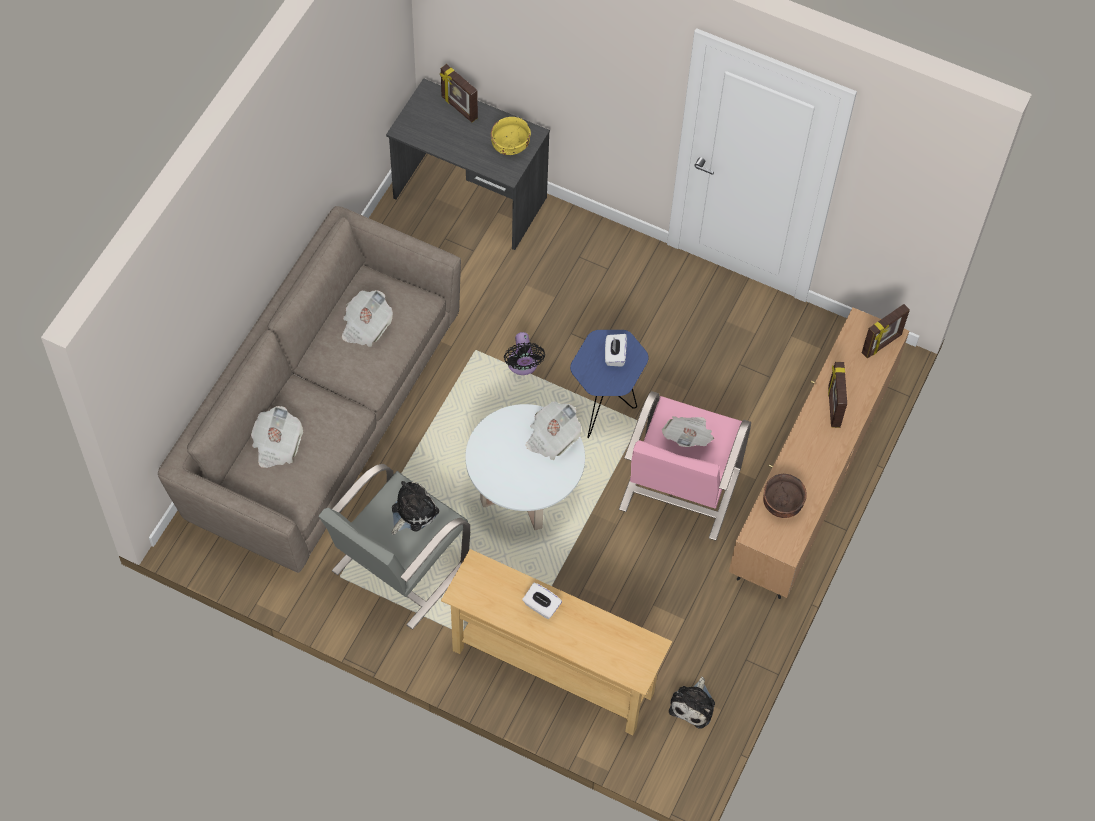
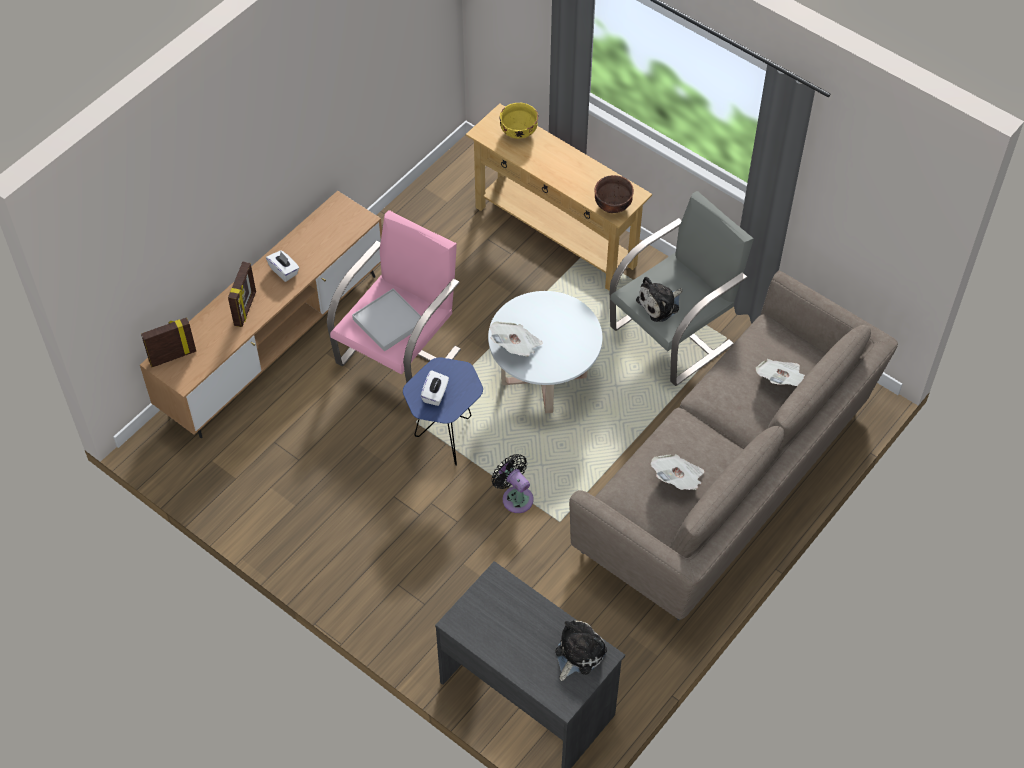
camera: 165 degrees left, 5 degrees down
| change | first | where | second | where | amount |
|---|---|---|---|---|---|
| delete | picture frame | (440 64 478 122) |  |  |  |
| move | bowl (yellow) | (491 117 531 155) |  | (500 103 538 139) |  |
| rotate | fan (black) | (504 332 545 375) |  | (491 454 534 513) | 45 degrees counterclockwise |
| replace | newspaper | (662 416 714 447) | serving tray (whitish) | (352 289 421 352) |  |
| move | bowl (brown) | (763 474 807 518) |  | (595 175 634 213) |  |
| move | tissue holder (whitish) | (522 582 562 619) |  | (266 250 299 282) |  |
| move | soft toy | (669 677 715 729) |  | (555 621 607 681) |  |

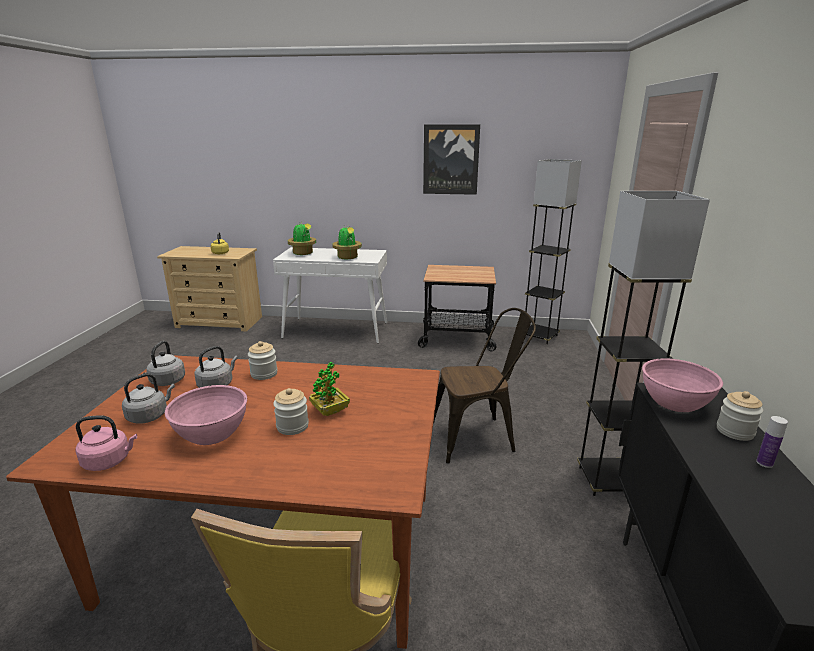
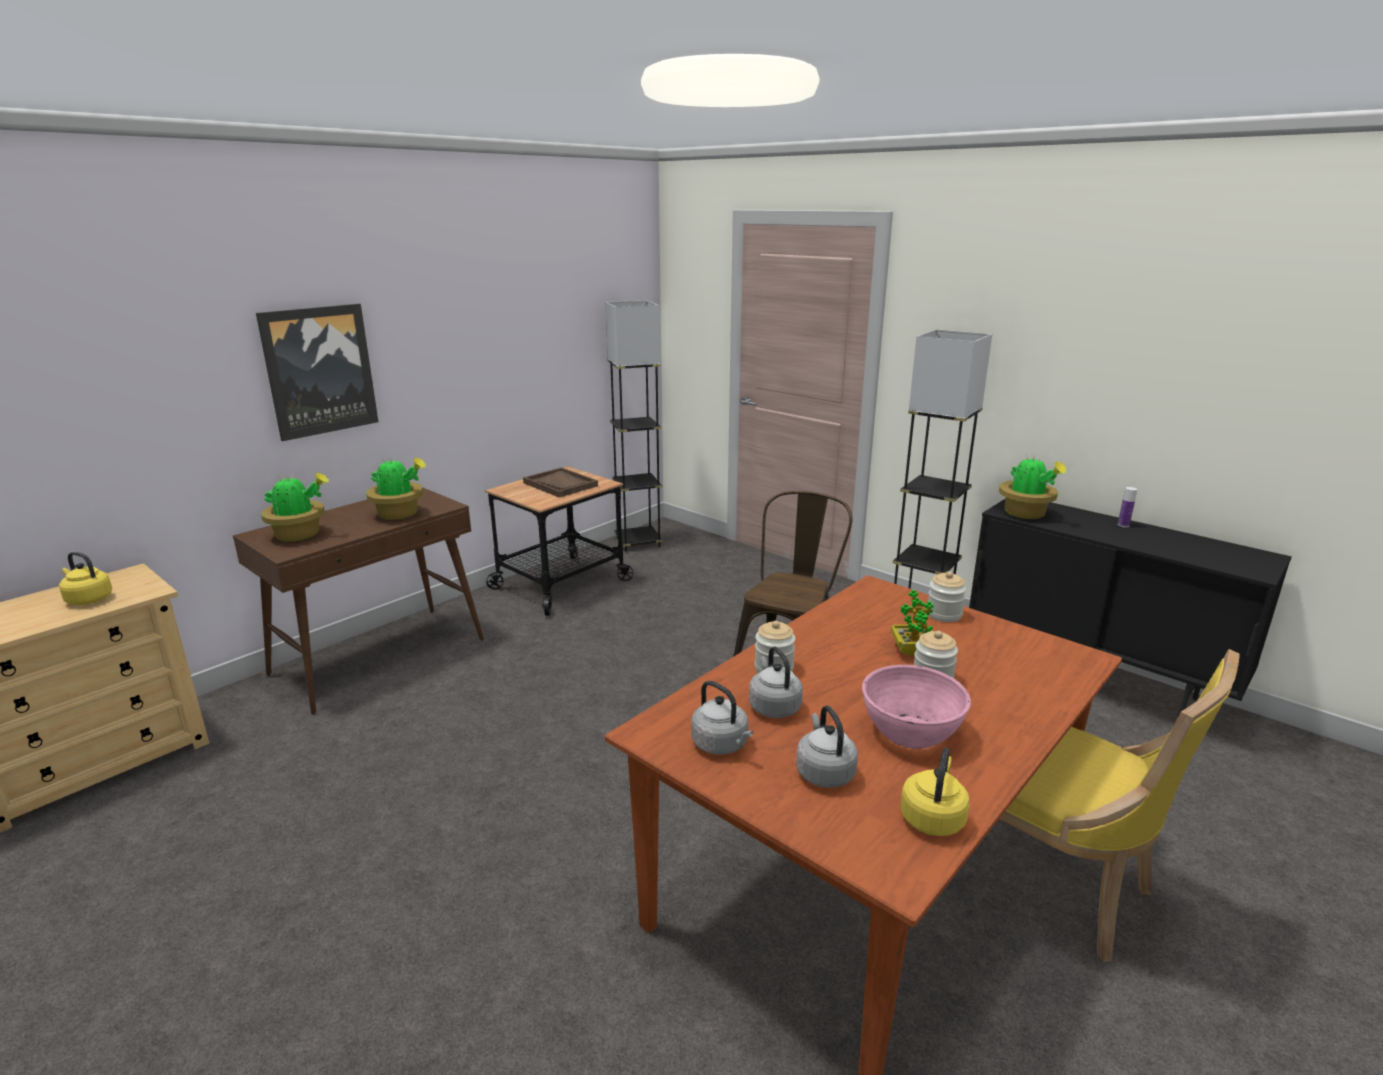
camera: 55 degrees left, 0 degrees up
| change | first | where | second | where | amount |
|---|---|---|---|---|---|
| move | wall picture | (423 124 480 195) |  | (256 304 378 441) |  |
| recolor | hall table (whitish) | (273 247 387 343) | hall table (brown) | (233 487 484 714) |  |
| replace | bowl (pink) | (642 358 723 412) | potted plant | (999 454 1067 519) |  |
| move | storage jar | (717 391 763 441) |  | (928 571 966 622) |  |
| recolor | kettle (pink) | (75 415 137 471) | kettle (yellow) | (901 748 970 836) |  |
| insert |  |  | serving tray (brown) | (523 467 598 497) |  |

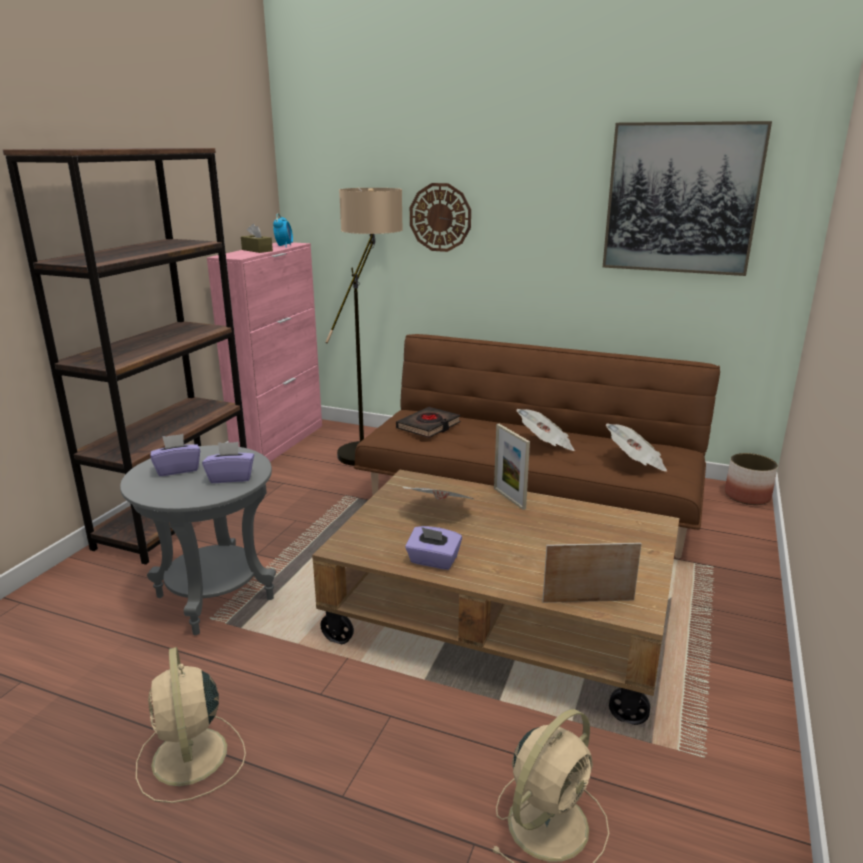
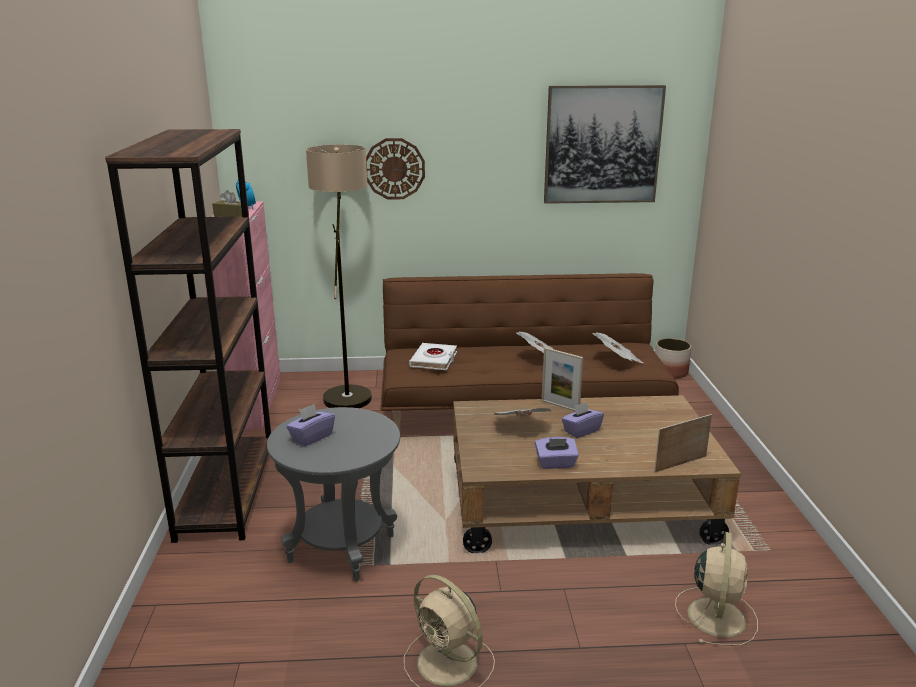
camera: 25 degrees left, 0 degrees up
| change | first | where | second | where | amount |
|---|---|---|---|---|---|
| recolor | book (black) | (396 407 461 438) | book (whitish) | (409 343 457 370) |  |
| move | tissue holder (purple) | (202 442 254 483) |  | (562 402 604 438) |  |

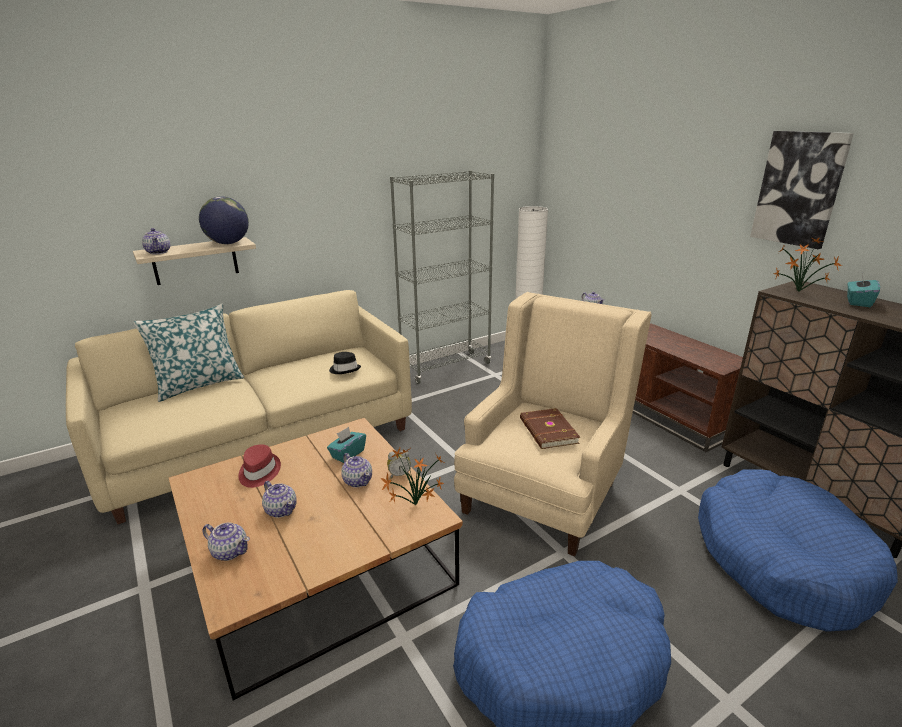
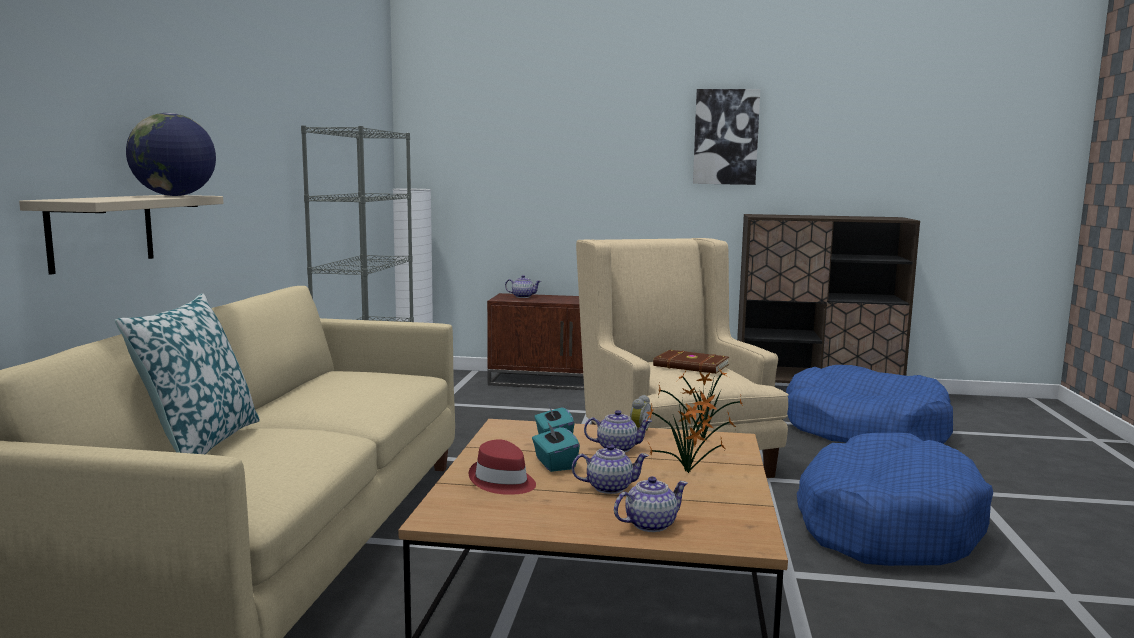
camera: 50 degrees left, 15 degrees down
| change | first | where | second | where | amount |
|---|---|---|---|---|---|
| delete | teapot | (142 228 171 254) |  |  |  |
| move | potted plant | (774 237 842 291) |  | (646 387 736 473) |  |
| move | tissue holder (turquoise-coloured) | (847 272 880 307) |  | (532 421 580 472) |  |
| delete | wearable hat (black) | (329 352 361 374) |  |  |  |

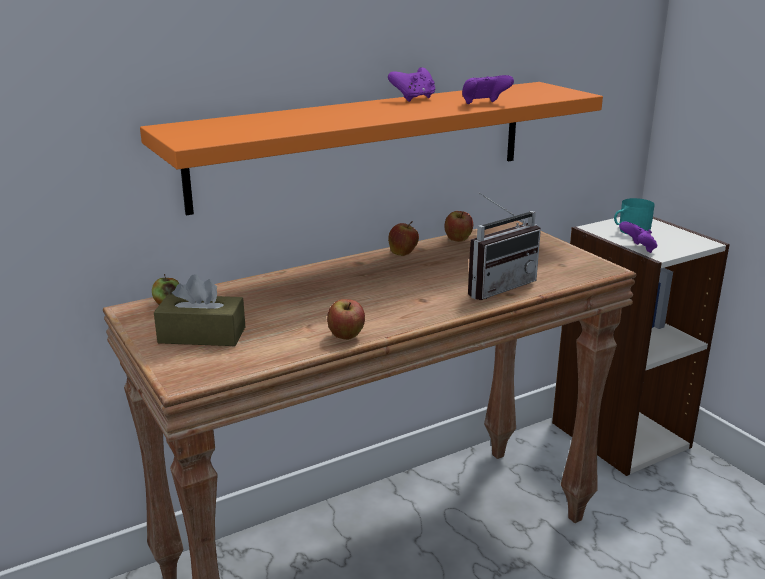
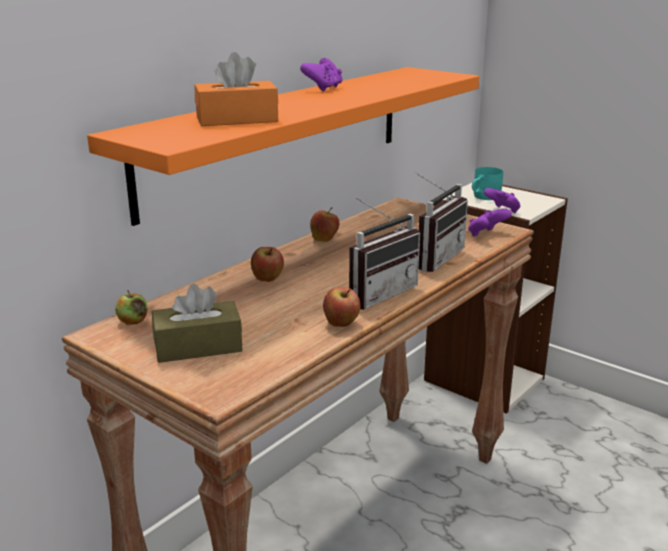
camera: 20 degrees left, 0 degrees up
| change | first | where | second | where | amount |
|---|---|---|---|---|---|
| move | gamepad (purple) | (462 75 514 104) |  | (468 209 512 237) |  |
| move | apple fruit | (444 211 473 242) |  | (251 247 284 282) |  |
| insert |  |  | tissue holder (orangey) | (195 52 278 126) |  |
| insert |  |  | radio receiver | (349 197 420 310) |  |

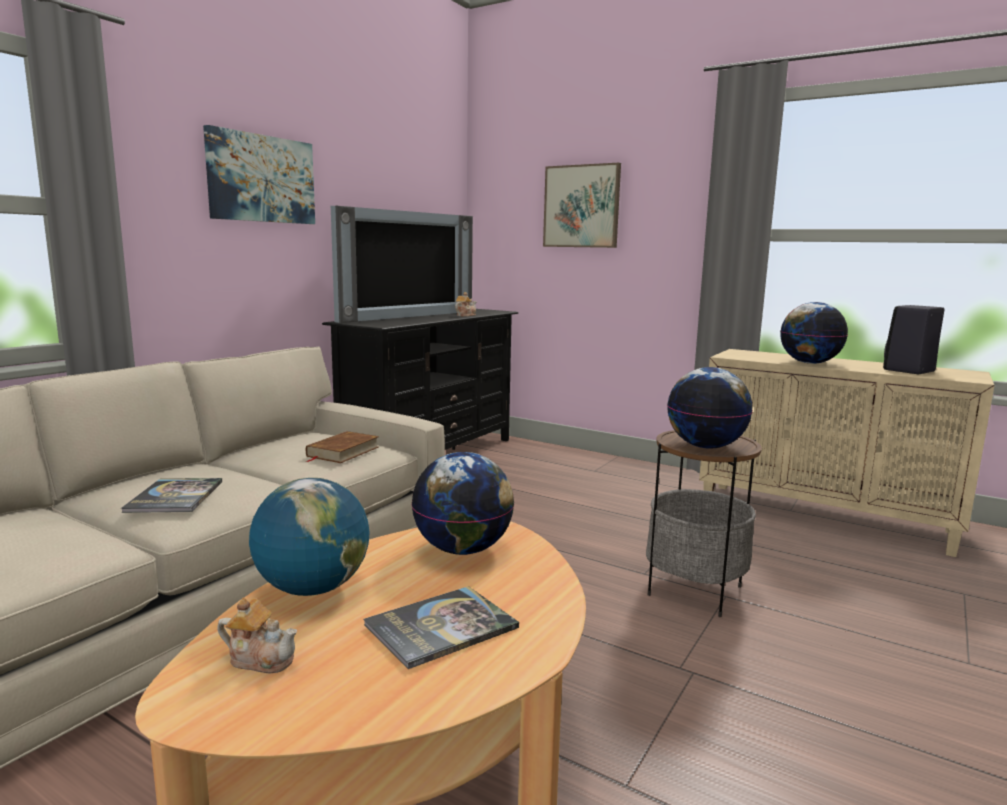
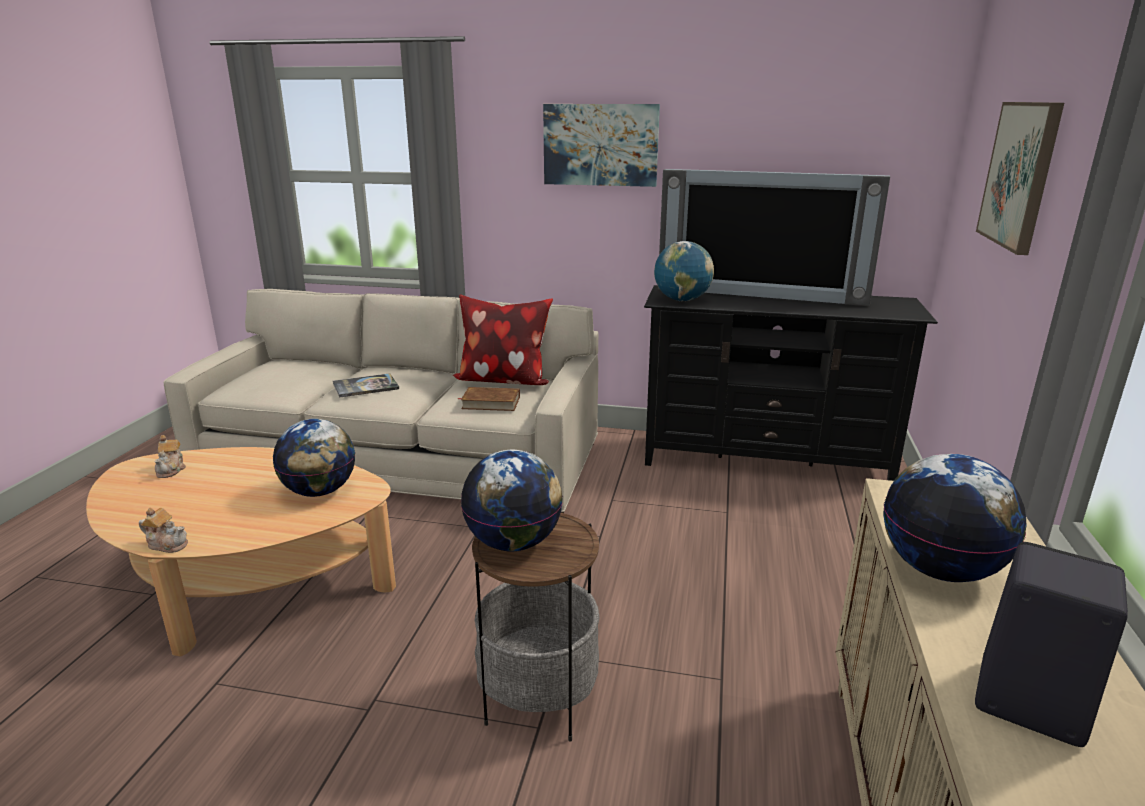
camera: 70 degrees right, 10 degrees up
| change | first | where | second | where | amount |
|---|---|---|---|---|---|
| move | teapot | (455 292 477 317) |  | (139 508 188 553) |  |
| move | desk globe | (249 478 370 596) |  | (654 241 714 301) |  |
| delete | book | (364 586 519 669) |  |  |  |
| insert |  |  | pillow | (453 294 553 385) |  |

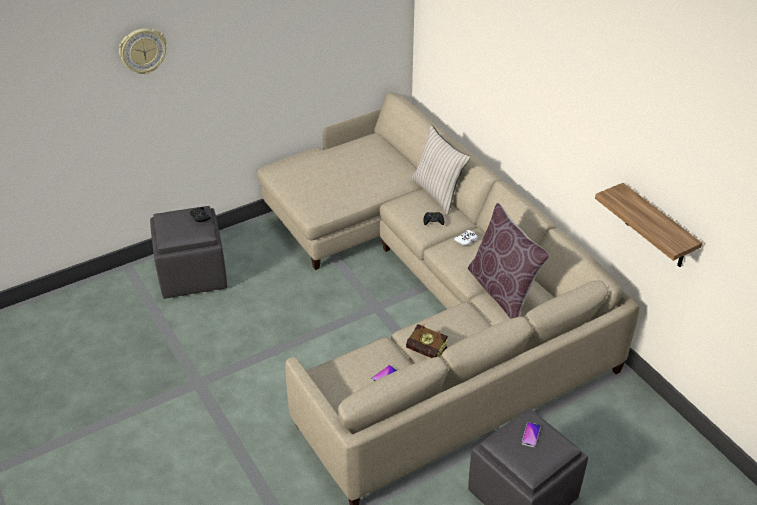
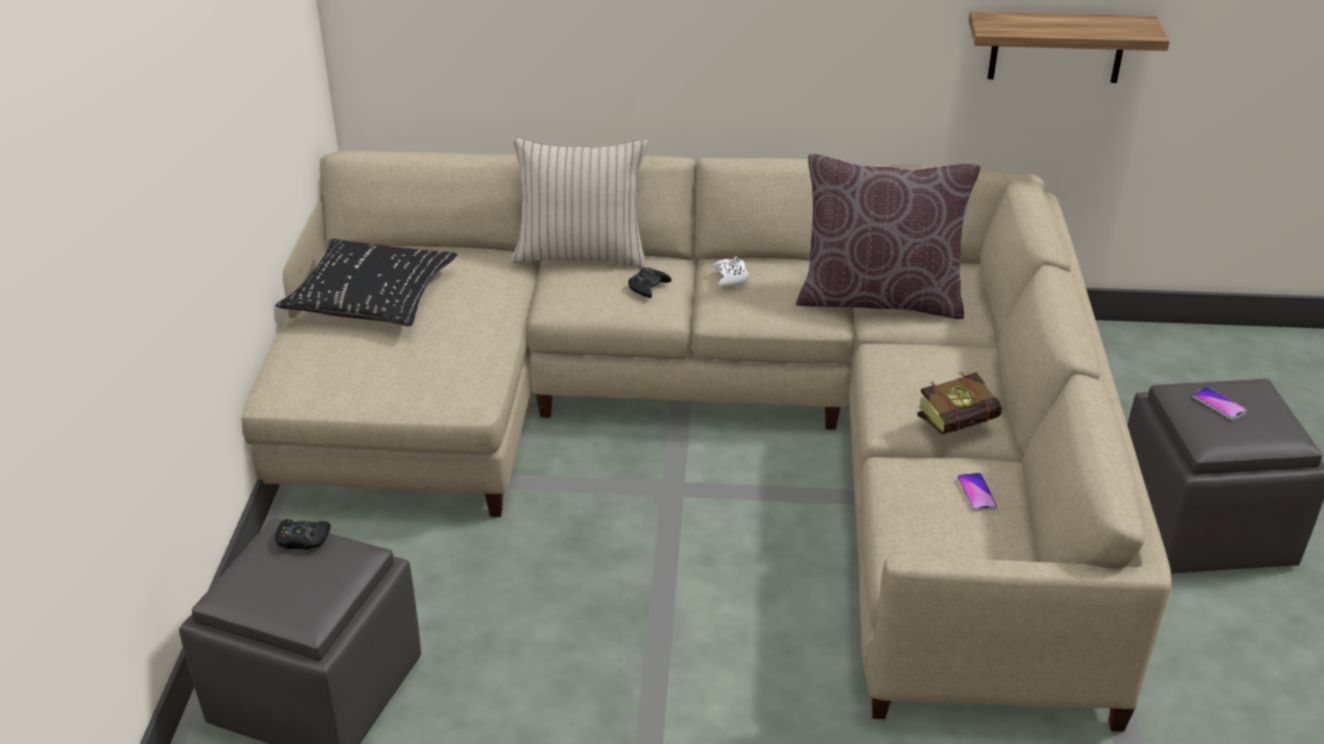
camera: 55 degrees left, 5 degrees down
| change | first | where | second | where | amount |
|---|---|---|---|---|---|
| delete | hanging clock | (119 28 166 74) |  |  |  |
| insert |  |  | pillow (black) | (276 239 457 326) |  |

